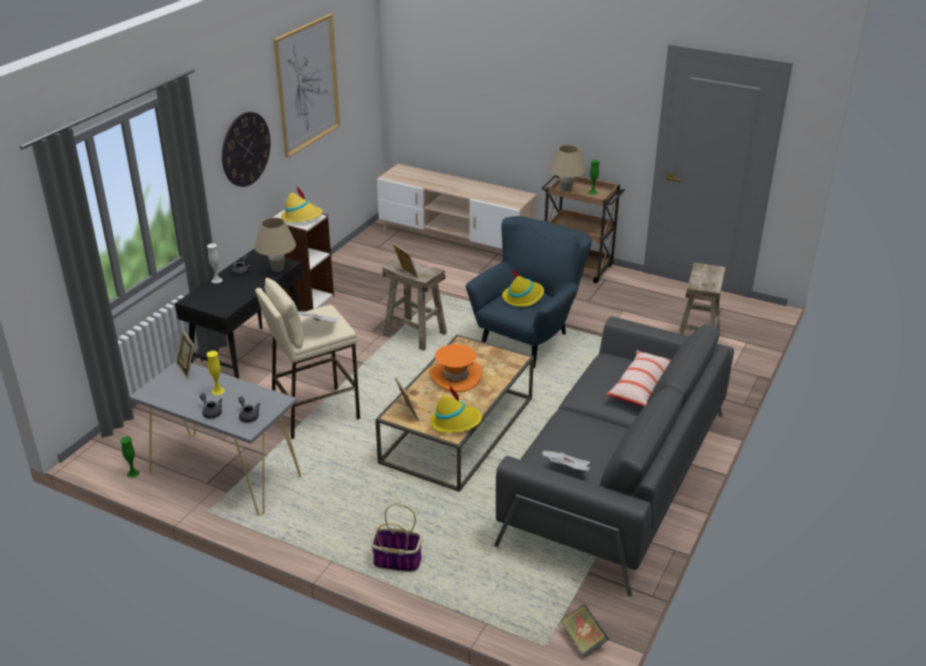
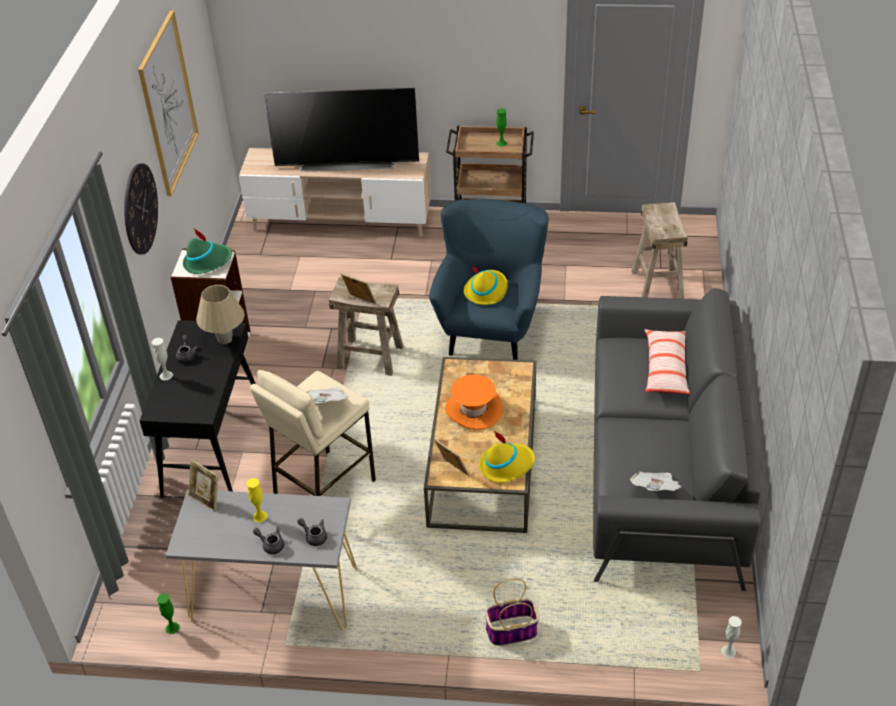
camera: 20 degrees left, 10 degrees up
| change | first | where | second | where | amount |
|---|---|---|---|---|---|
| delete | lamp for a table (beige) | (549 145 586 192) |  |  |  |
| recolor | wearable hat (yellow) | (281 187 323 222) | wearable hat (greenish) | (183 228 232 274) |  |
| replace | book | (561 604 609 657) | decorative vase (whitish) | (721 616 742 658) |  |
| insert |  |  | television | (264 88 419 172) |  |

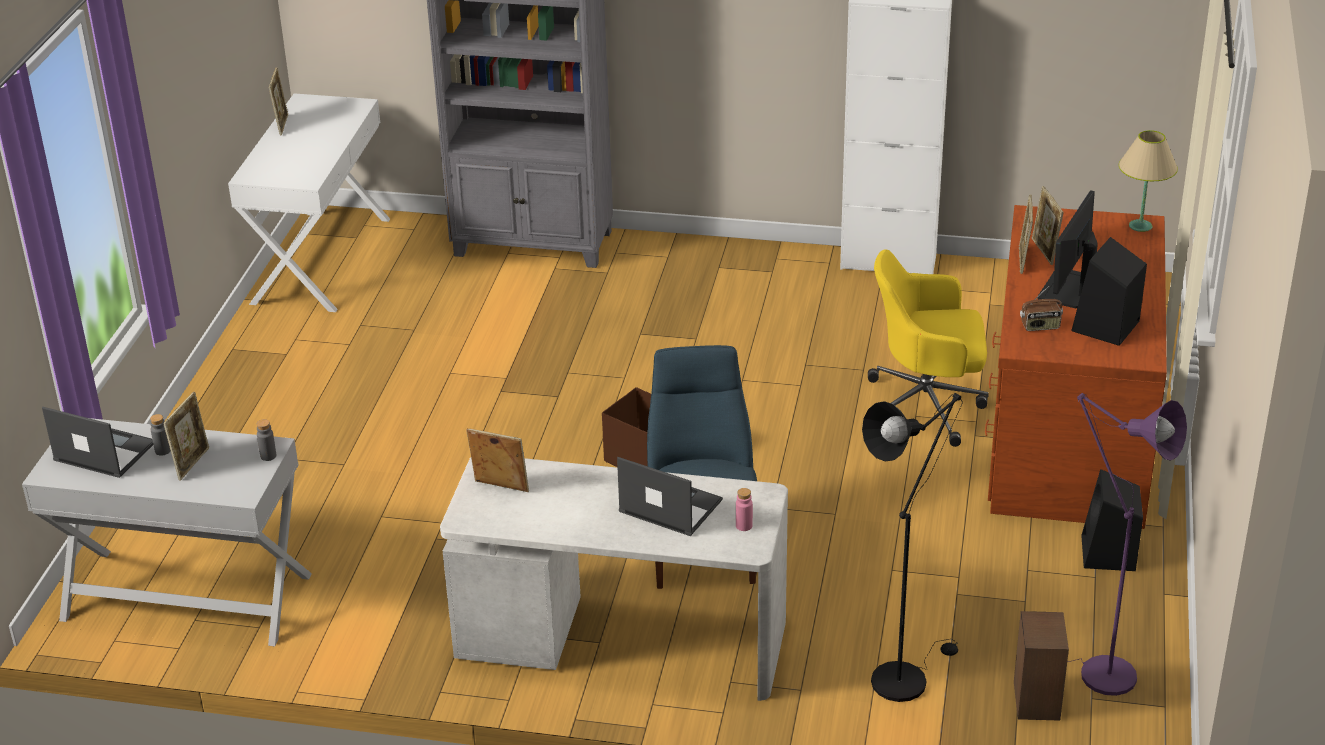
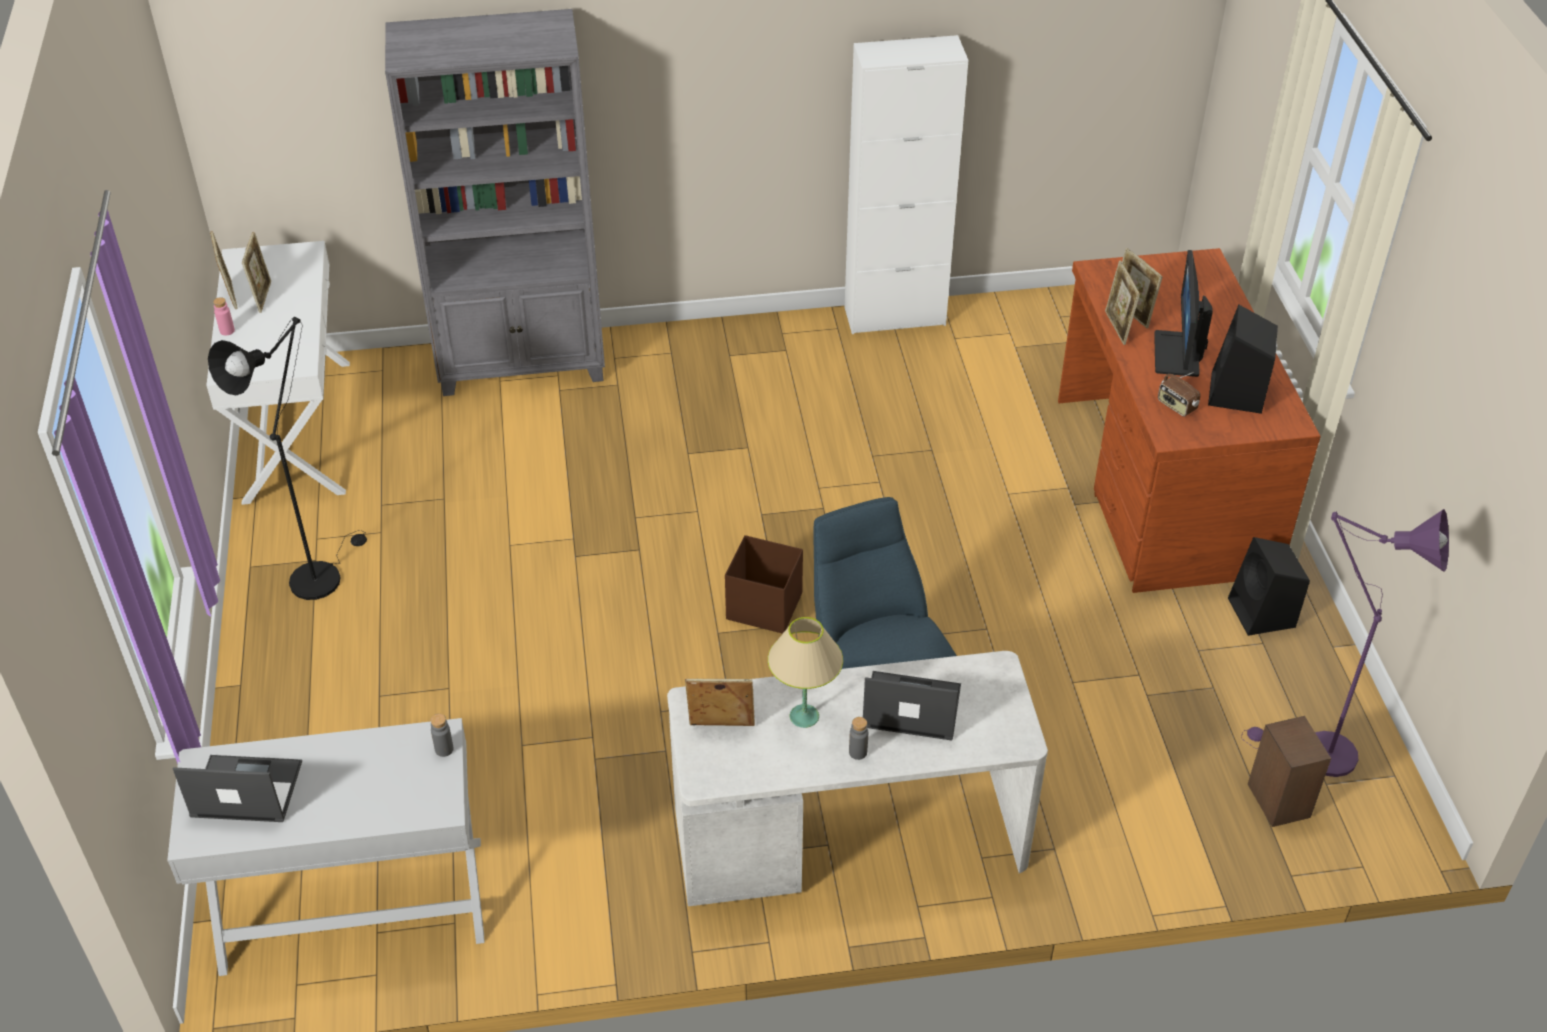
camera: 20 degrees left, 10 degrees up
| change | first | where | second | where | amount |
|---|---|---|---|---|---|
| move | lamp for a table (beige) | (1119 130 1178 232) |  | (768 617 843 728) |  |
| delete | computer chair (yellow) | (868 250 989 447) |  |  |  |
| rotate | radio receiver | (1020 286 1063 331) |  | (1158 372 1201 417) | 75 degrees clockwise |
| move | picture frame | (163 392 209 481) |  | (242 232 271 313) |  |
| move | standing lamp (black) | (862 393 963 702) |  | (208 317 367 600) |  |
| move | beverage bottle (grey) | (150 414 171 456) |  | (849 717 868 760) |  |
| move | beverage bottle (pink) | (736 488 753 531) |  | (213 297 235 336) |  |

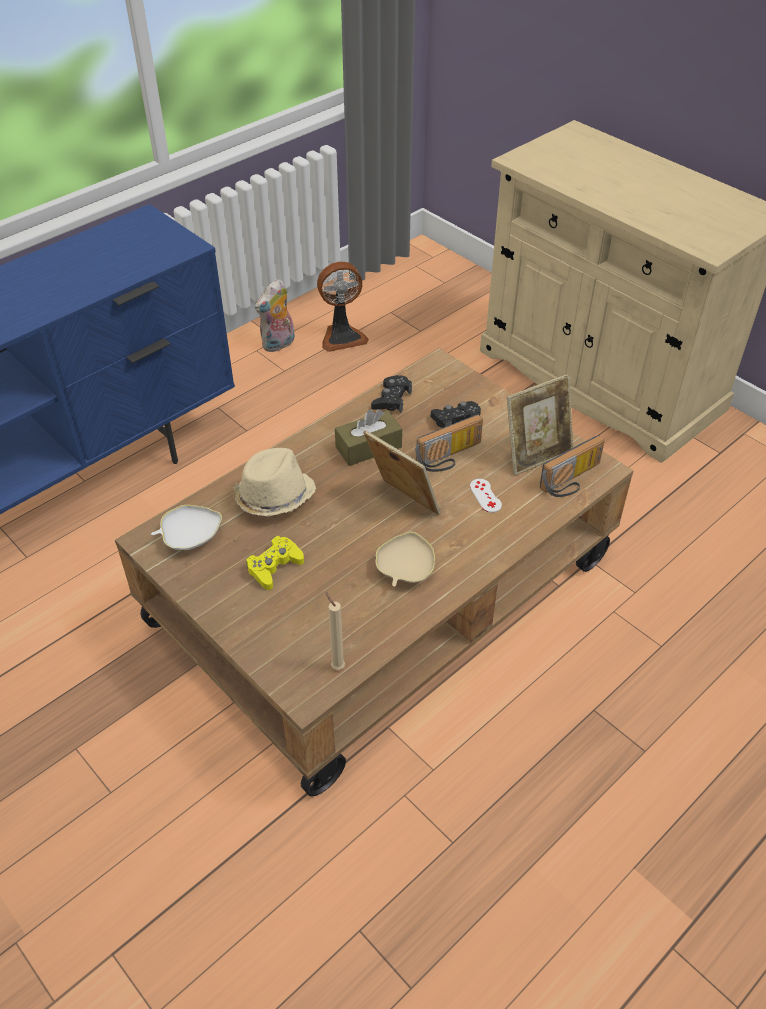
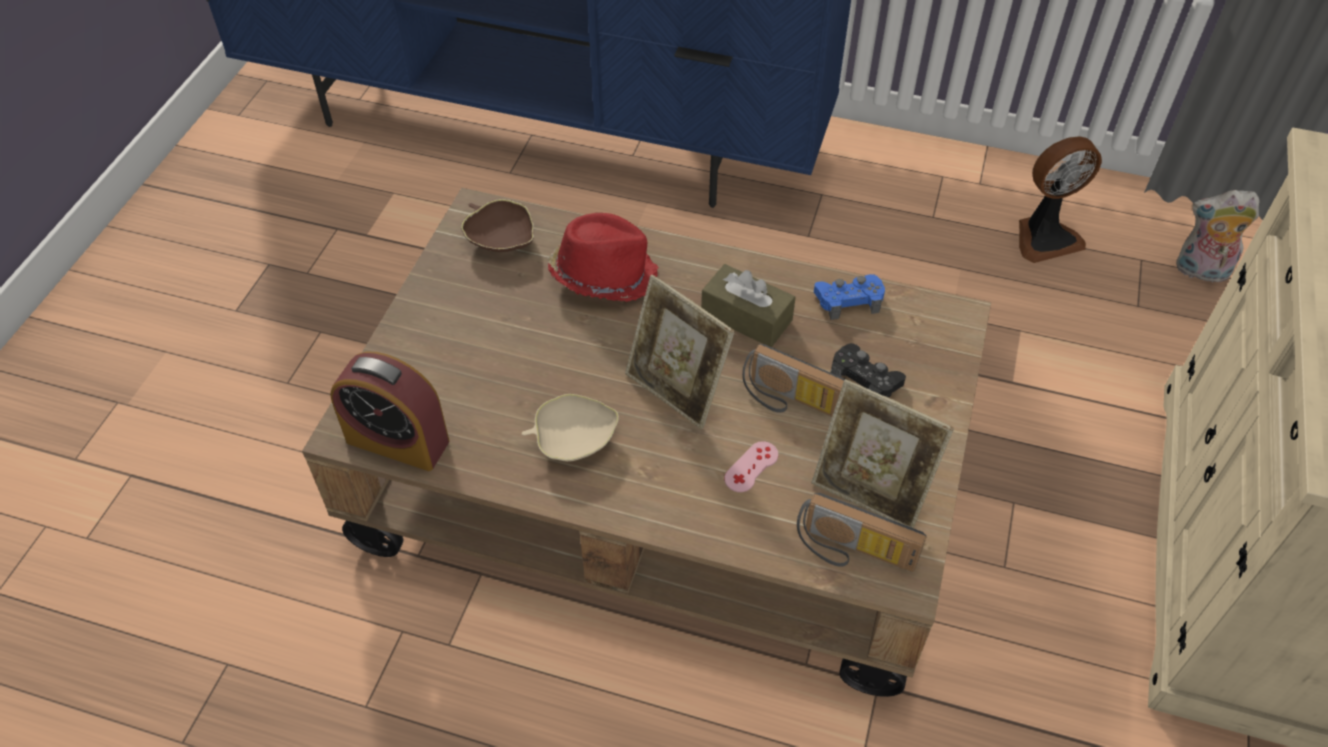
camera: 60 degrees right, 5 degrees up
| change | first | where | second | where | amount |
|---|---|---|---|---|---|
| rotate | fan | (317 261 369 352) |  | (1019 136 1102 263) | 60 degrees counterclockwise |
| move | soft toy | (255 279 295 352) |  | (1176 190 1260 286) |  |
| recolor | gamepad (black) | (371 375 412 413) | gamepad (blue-coloured) | (814 274 885 320) |  |
| rotate | picture frame | (363 430 441 515) |  | (625 275 735 429) | 120 degrees clockwise |
| recolor | wearable hat (beige) | (233 448 316 516) | wearable hat (red) | (548 213 659 302) |  |
| recolor | gamepad (whitish) | (470 479 502 513) | gamepad (pink) | (724 441 778 492) |  |
| recolor | bowl (whitish) | (151 505 222 550) | bowl (brown) | (461 199 534 252) |  |
| delete | gamepad (yellow) | (246 536 304 590) |  |  |  |
| replace | wax light (beige) | (326 592 345 670) | bedside clock | (330 352 449 471) |  |

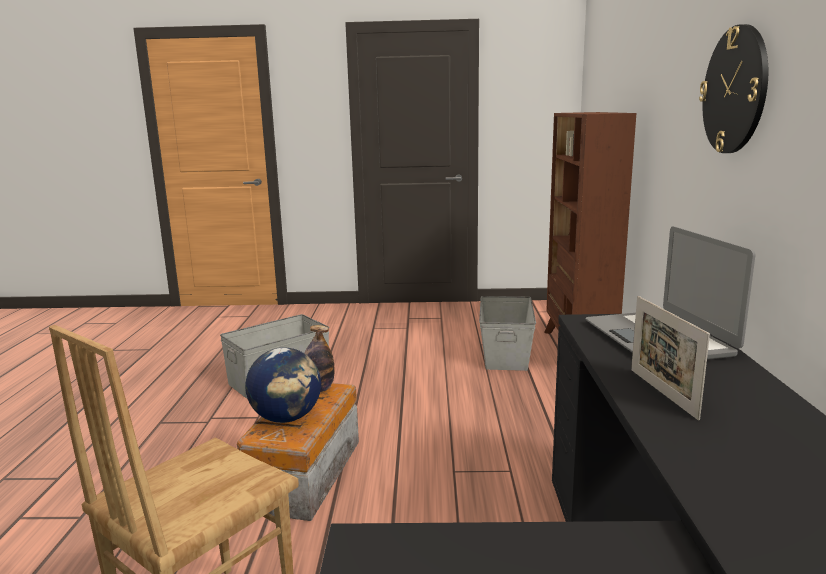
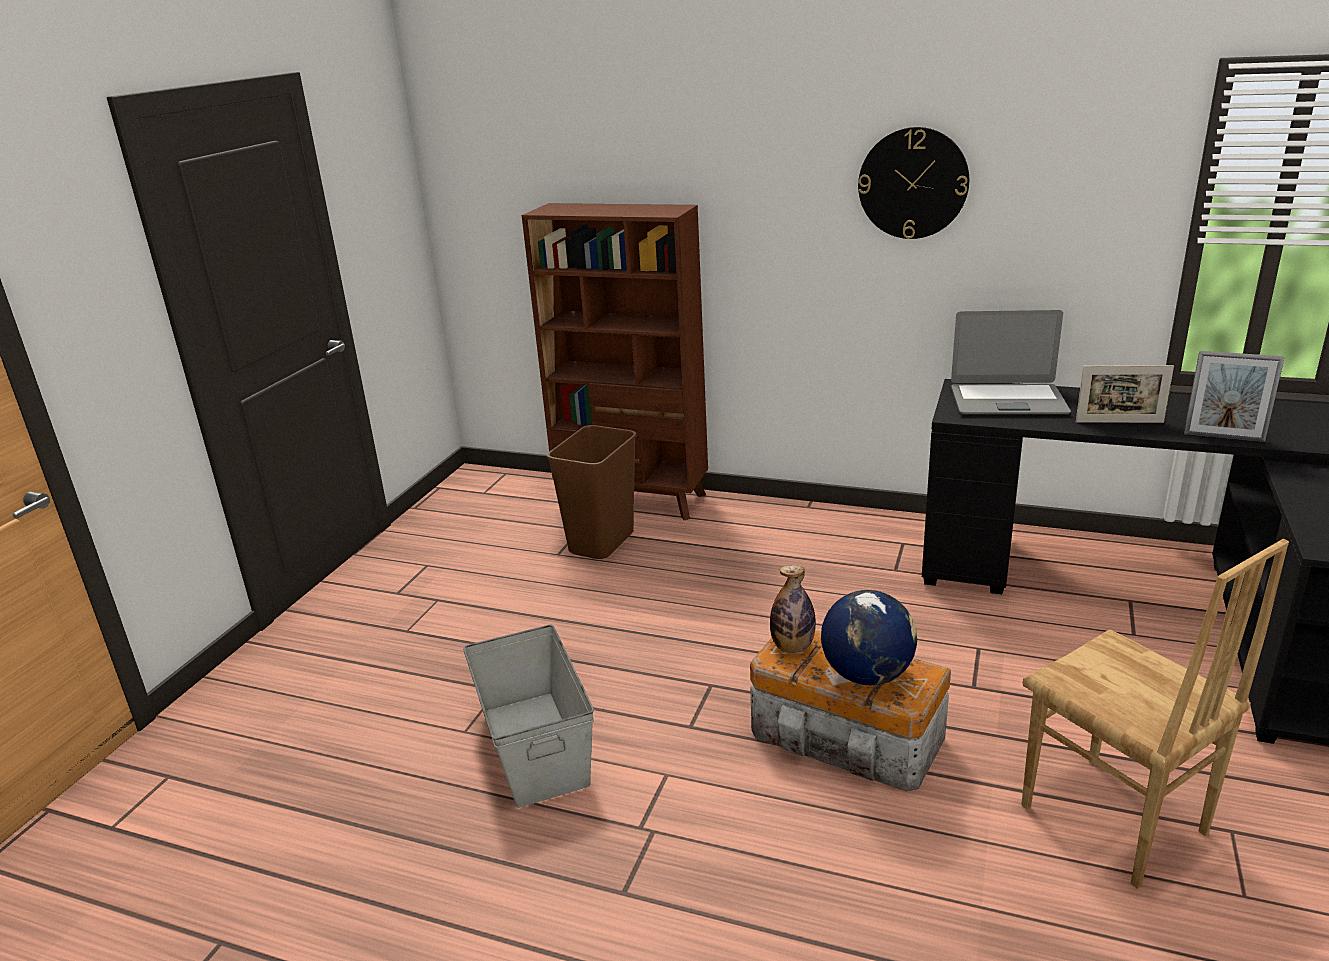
camera: 70 degrees left, 10 degrees up
| change | first | where | second | where | amount |
|---|---|---|---|---|---|
| replace | storage container (grey) | (479 296 536 371) | rubbish bin (brown) | (547 425 637 559) |  |
| insert |  |  | picture frame | (1184 351 1284 442) |  |

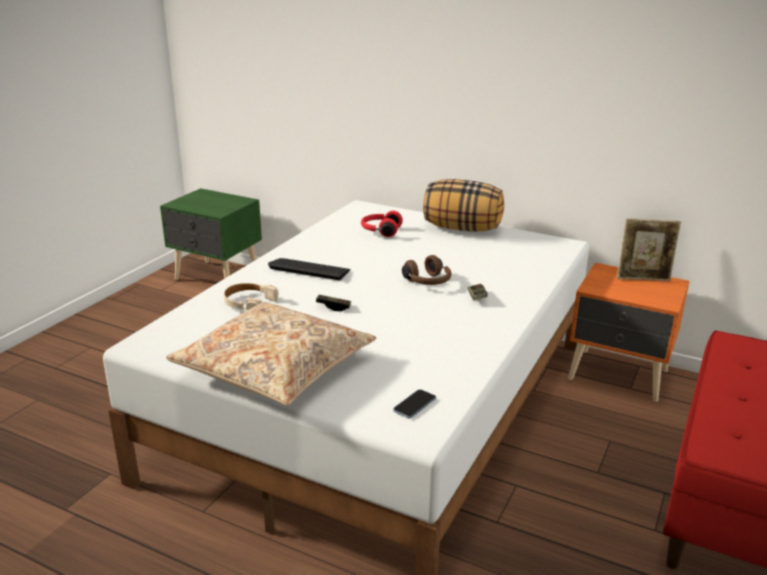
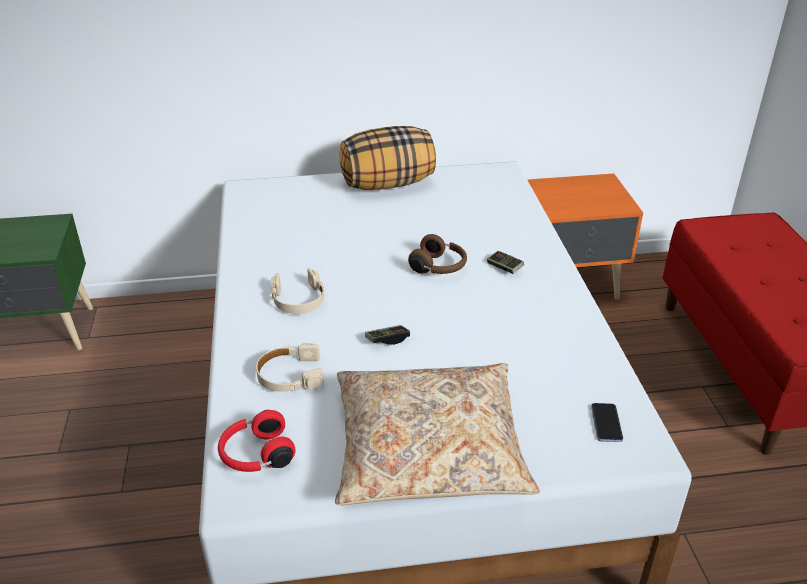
camera: 35 degrees left, 10 degrees up
| change | first | where | second | where | amount |
|---|---|---|---|---|---|
| move | headphones (red) | (361 211 403 237) |  | (218 410 296 472) |  |
| delete | picture frame | (617 218 681 281) |  |  |  |
| replace | PC keyboard | (268 258 351 280) | headphones (beige) | (271 268 324 314) |  |

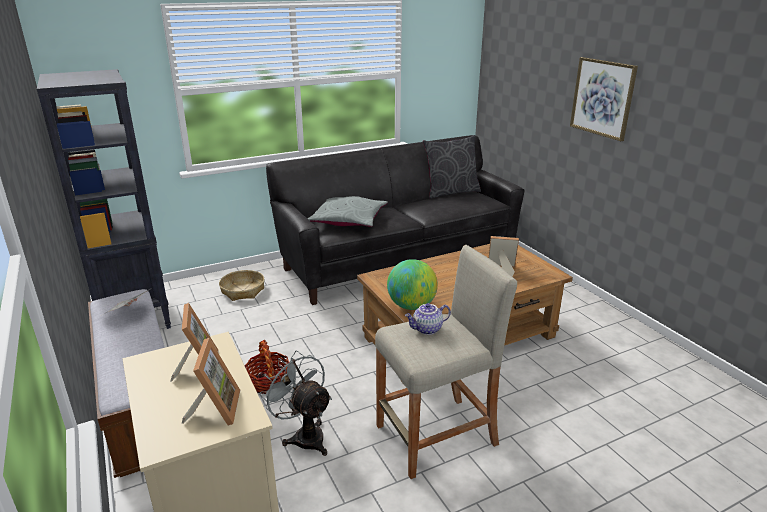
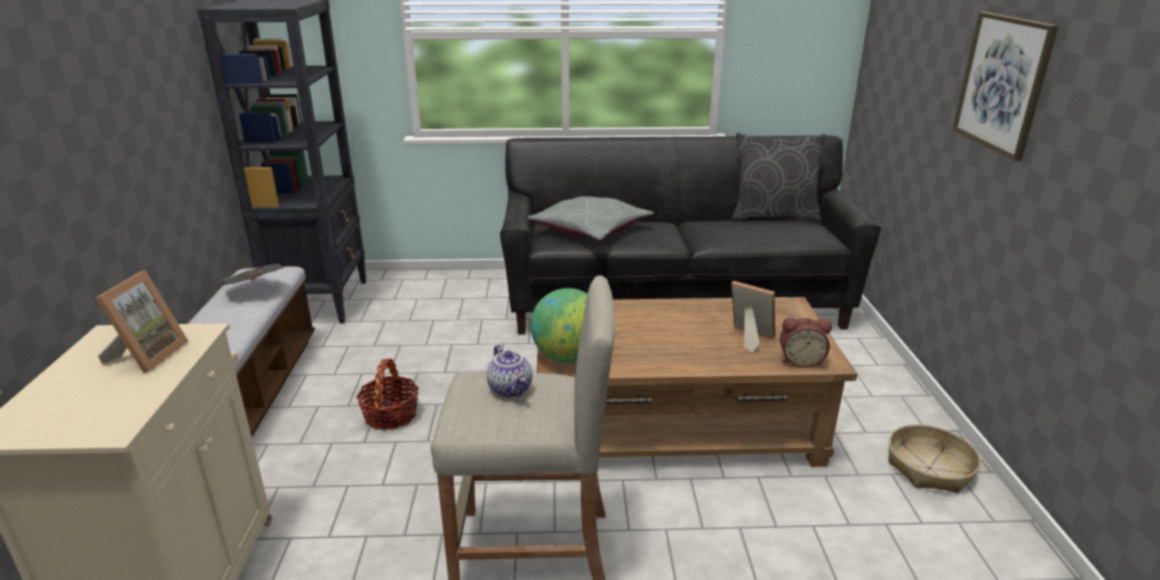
camera: 25 degrees right, 0 degrees up
| change | first | where | second | where | amount |
|---|---|---|---|---|---|
| move | household basket | (219 270 265 301) |  | (888 424 981 494) |  |
| rotate | teapot | (405 303 451 335) |  | (486 345 532 398) | 120 degrees counterclockwise |
| delete | picture frame | (182 338 240 426) |  |  |  |
| delete | fan (grey) | (259 350 332 456) |  |  |  |
| insert |  |  | bedside clock | (780 317 832 368) |  |

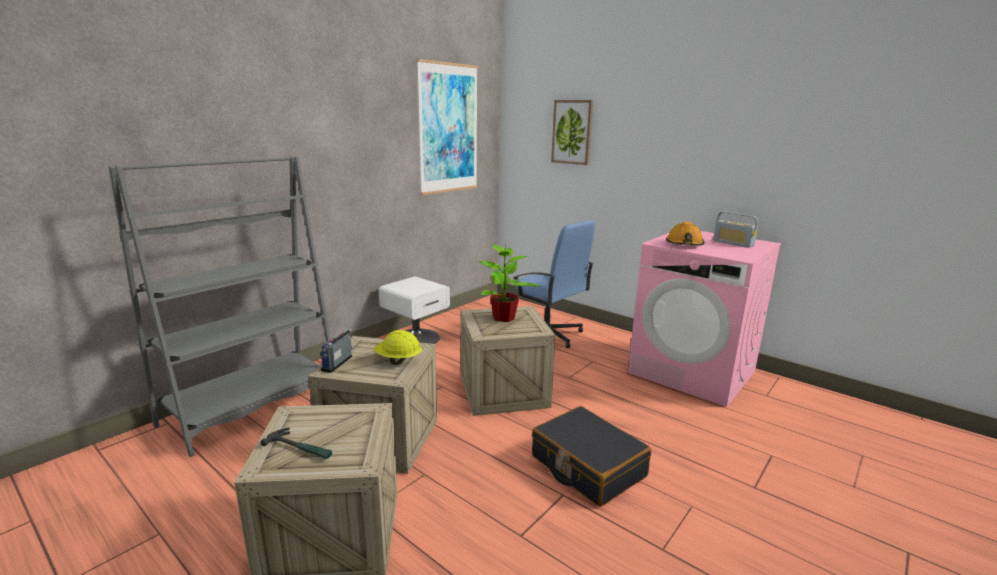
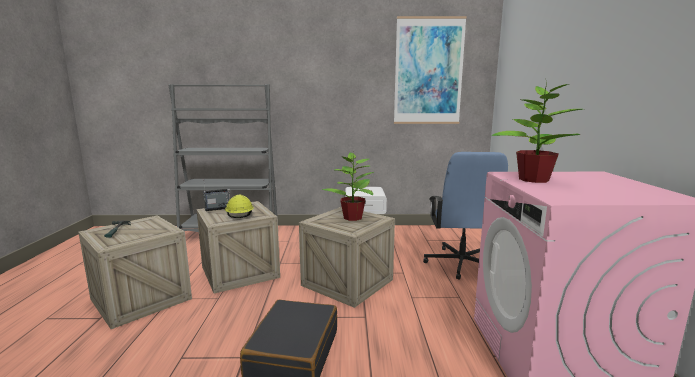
camera: 50 degrees right, 5 degrees down
| change | first | where | second | where | amount |
|---|---|---|---|---|---|
| delete | wall picture | (551 100 593 165) |  |  |  |
| delete | radio receiver | (713 212 758 248) |  |  |  |
| replace | hard hat (orangey) | (666 222 704 245) | potted plant | (491 81 582 183) |  |

